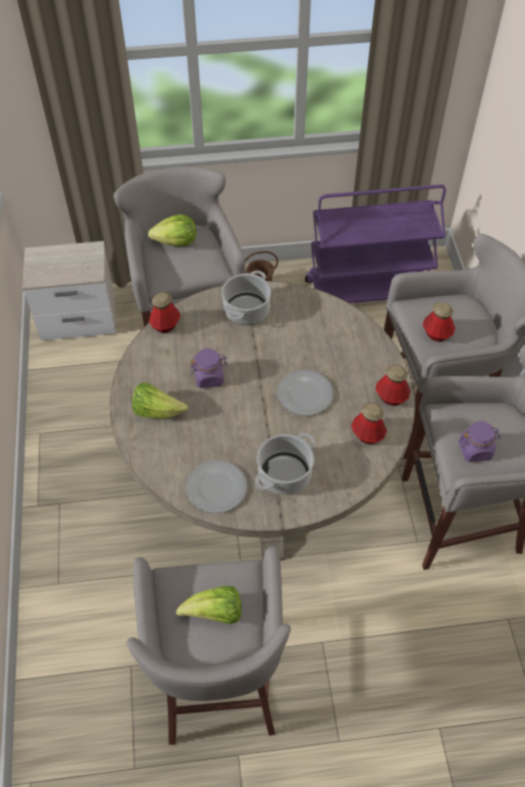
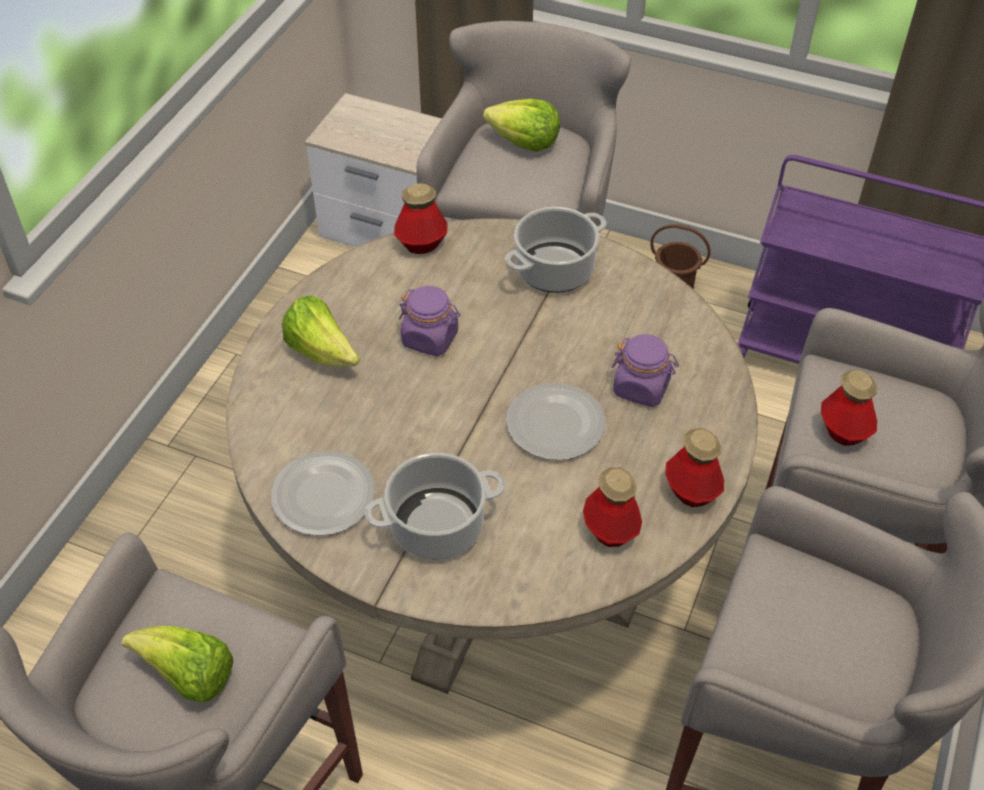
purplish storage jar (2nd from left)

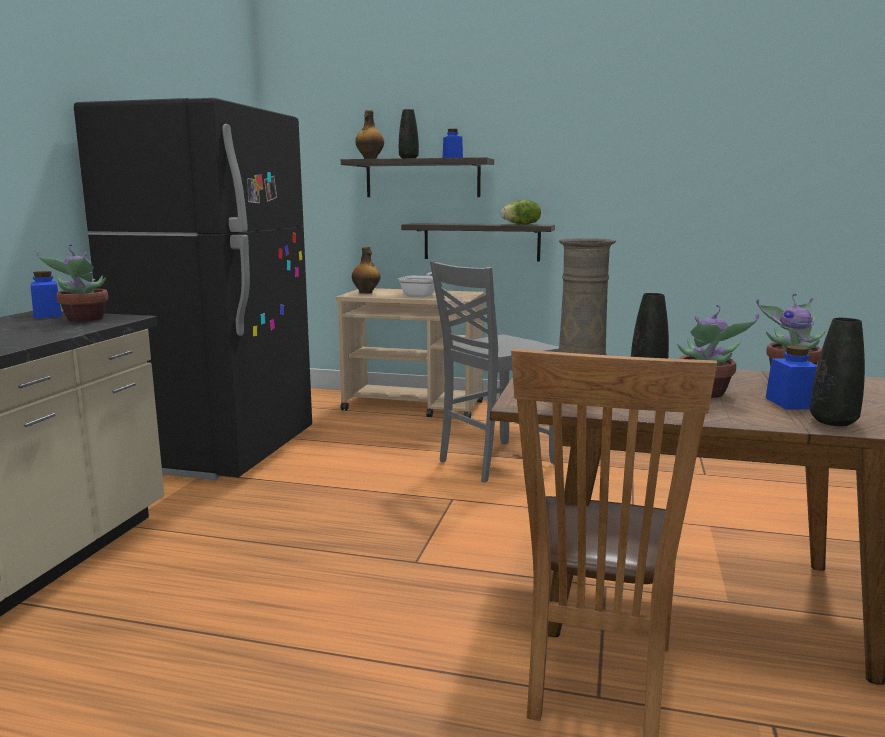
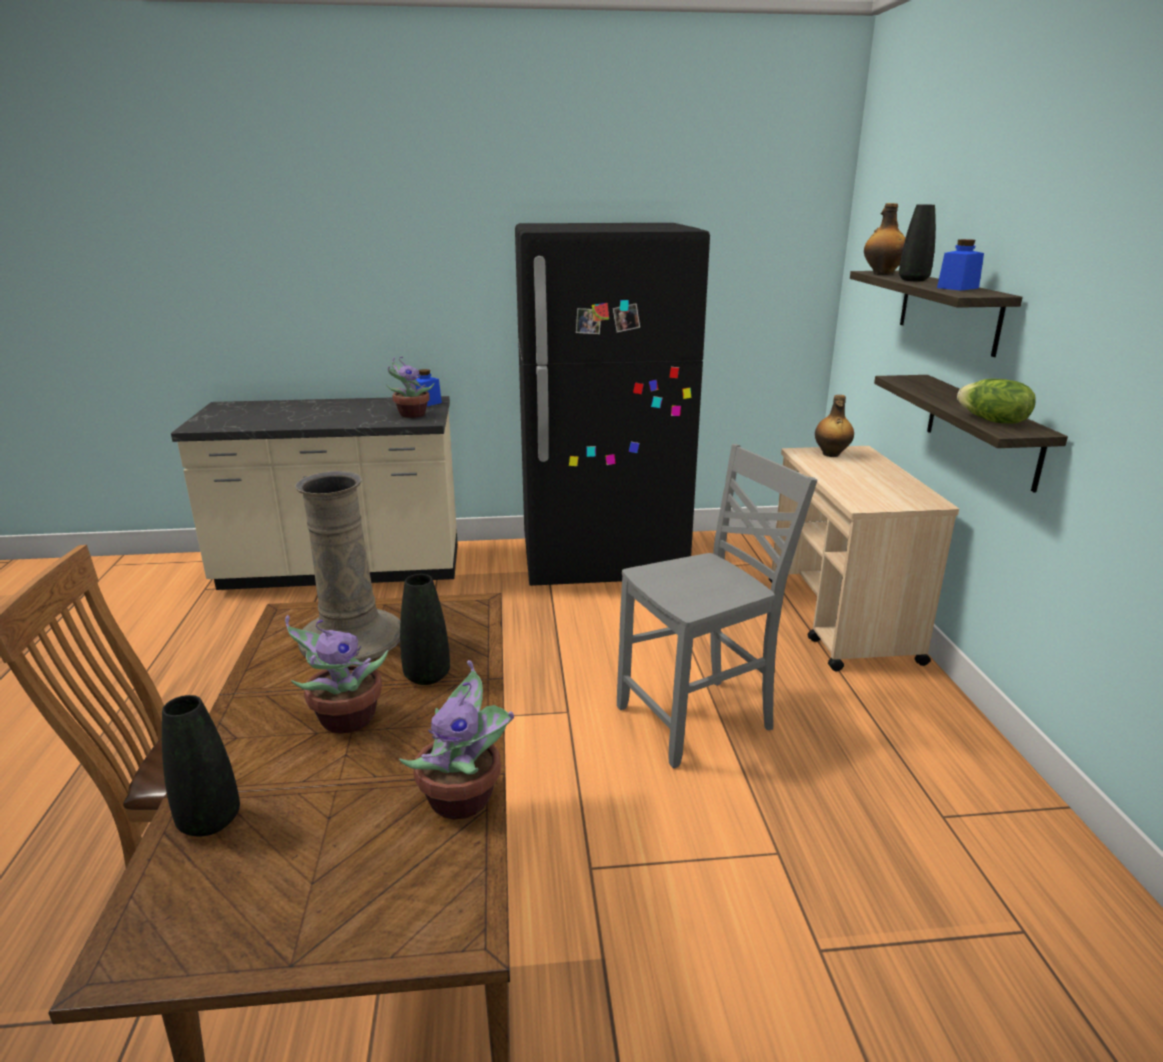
frying pan
grey chair
blue storage jar (3rd from left in the first image)

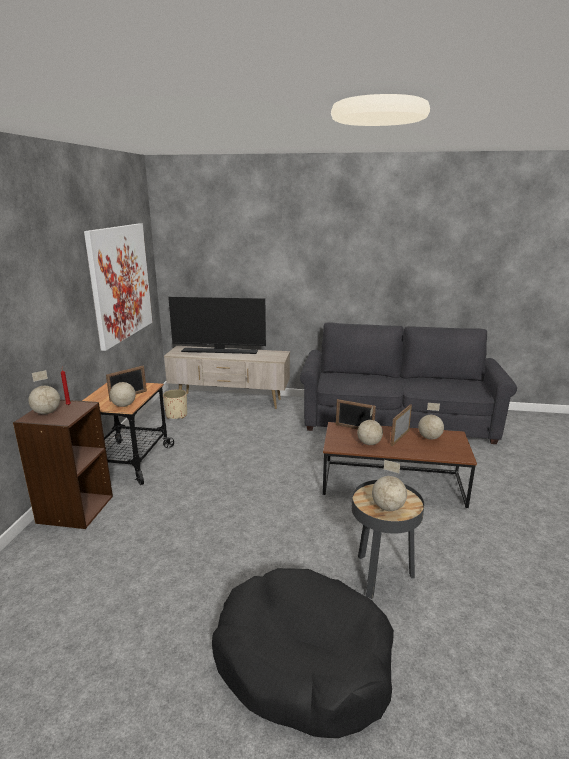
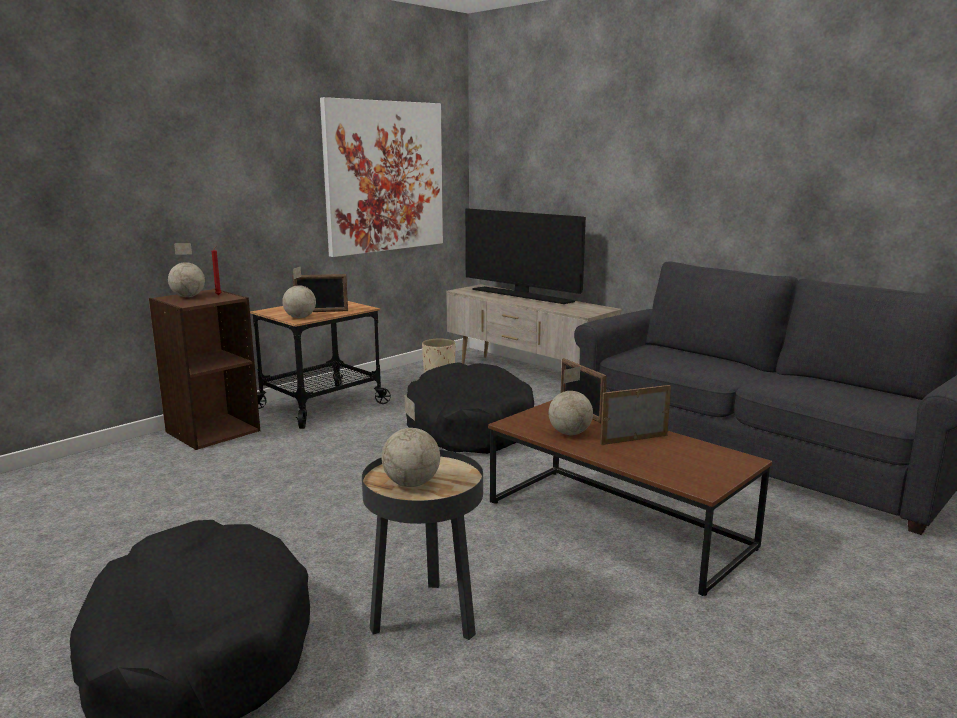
desk globe (5th from left in the first image)
black dog cushion (2nd from left)

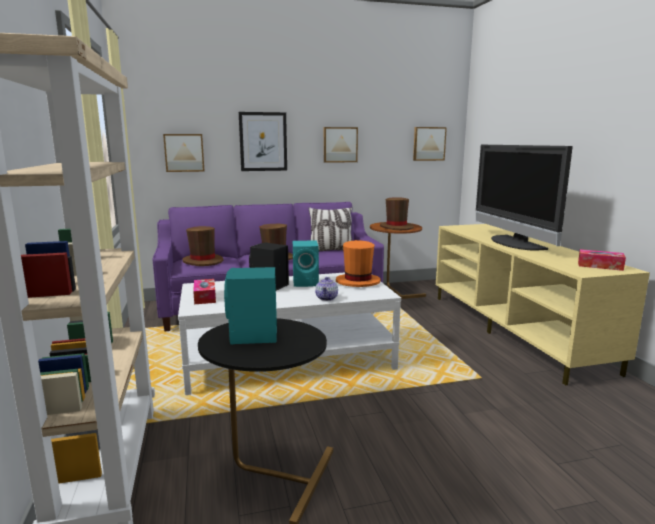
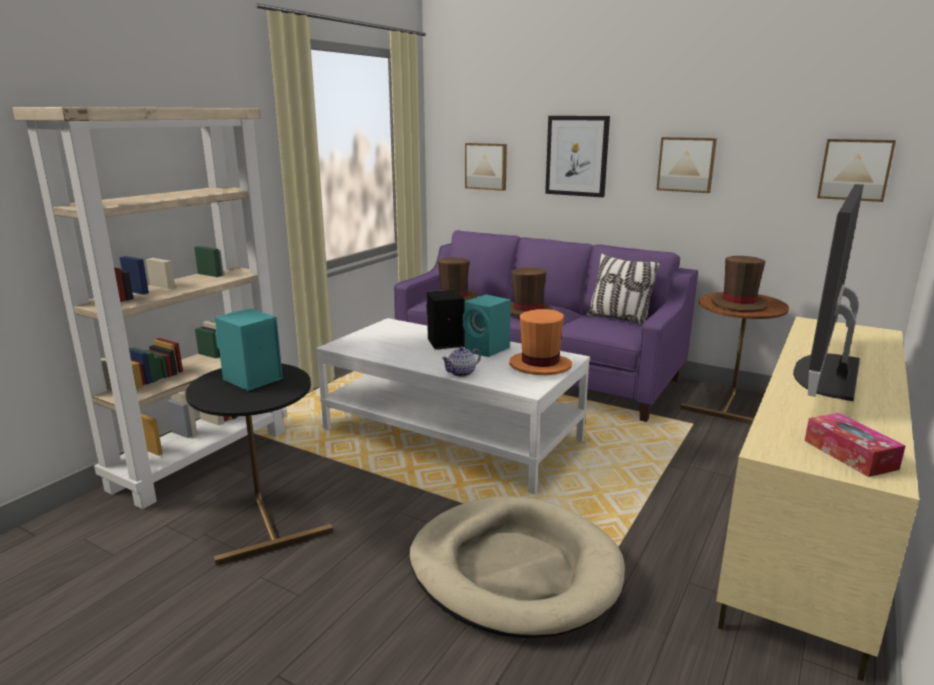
box of tissues (1st from left in the first image)
beige dog cushion

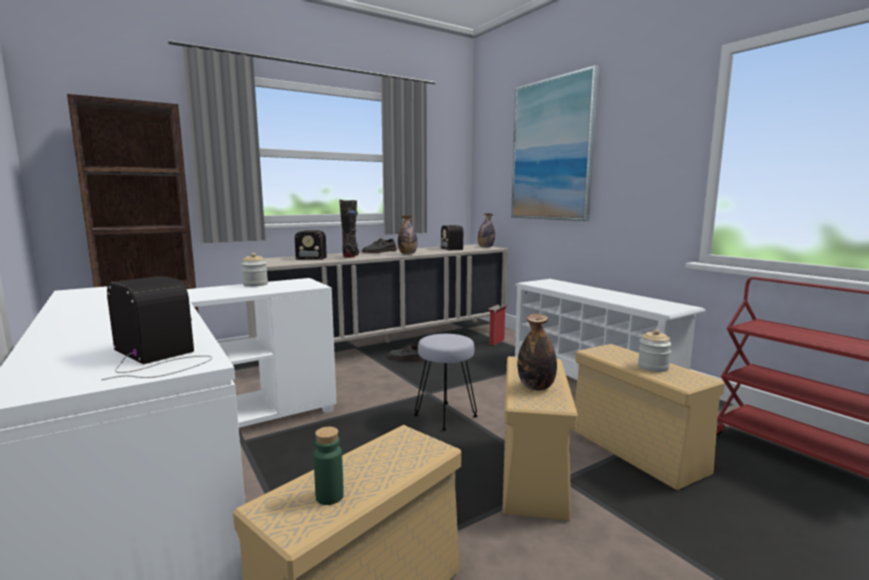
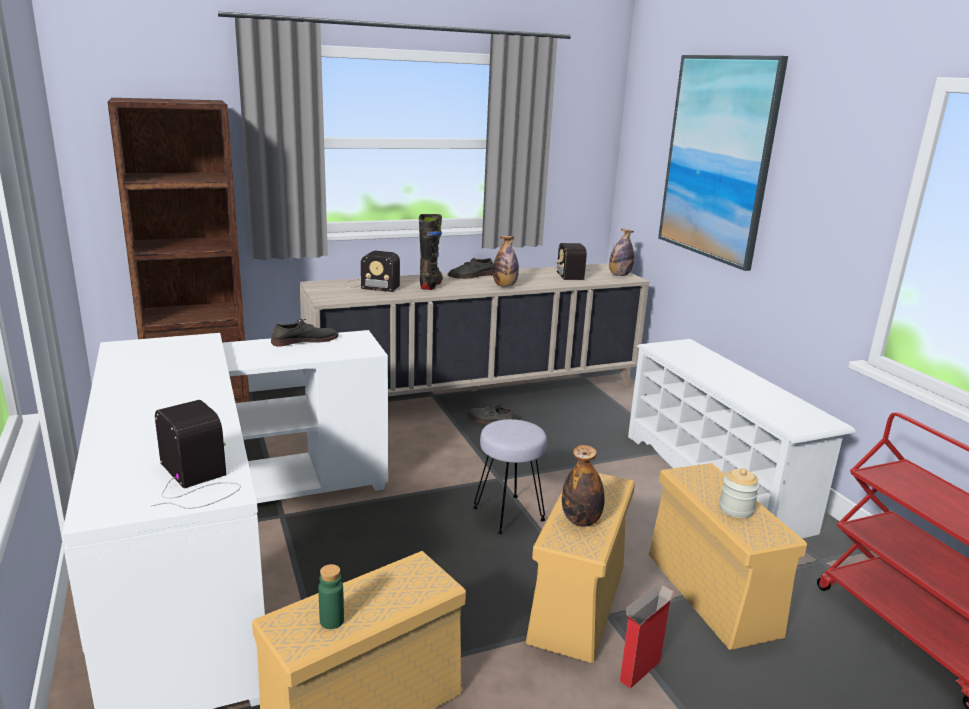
grey shoe (1st from left)
cardboard box

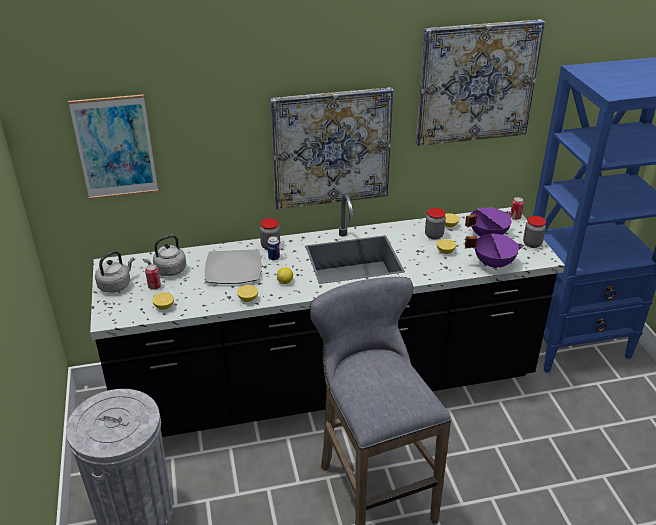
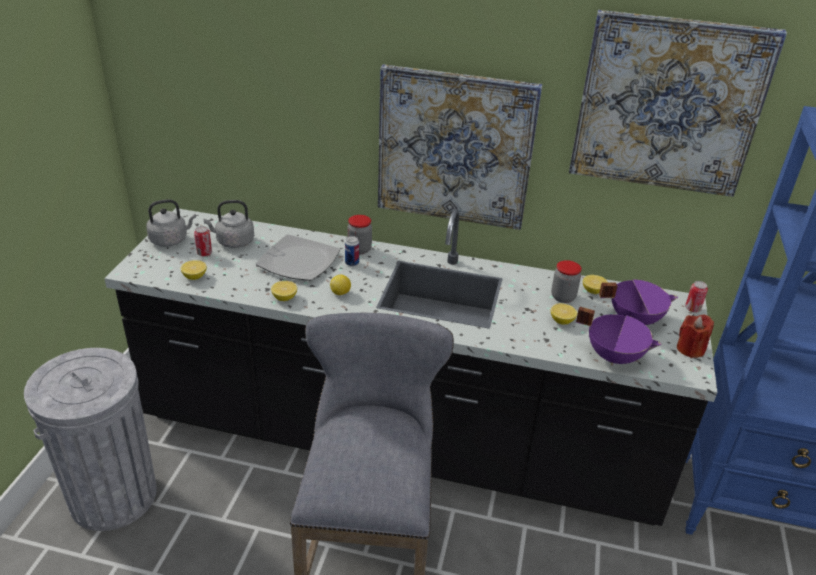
wall art (1st from left in the first image)
red wax light

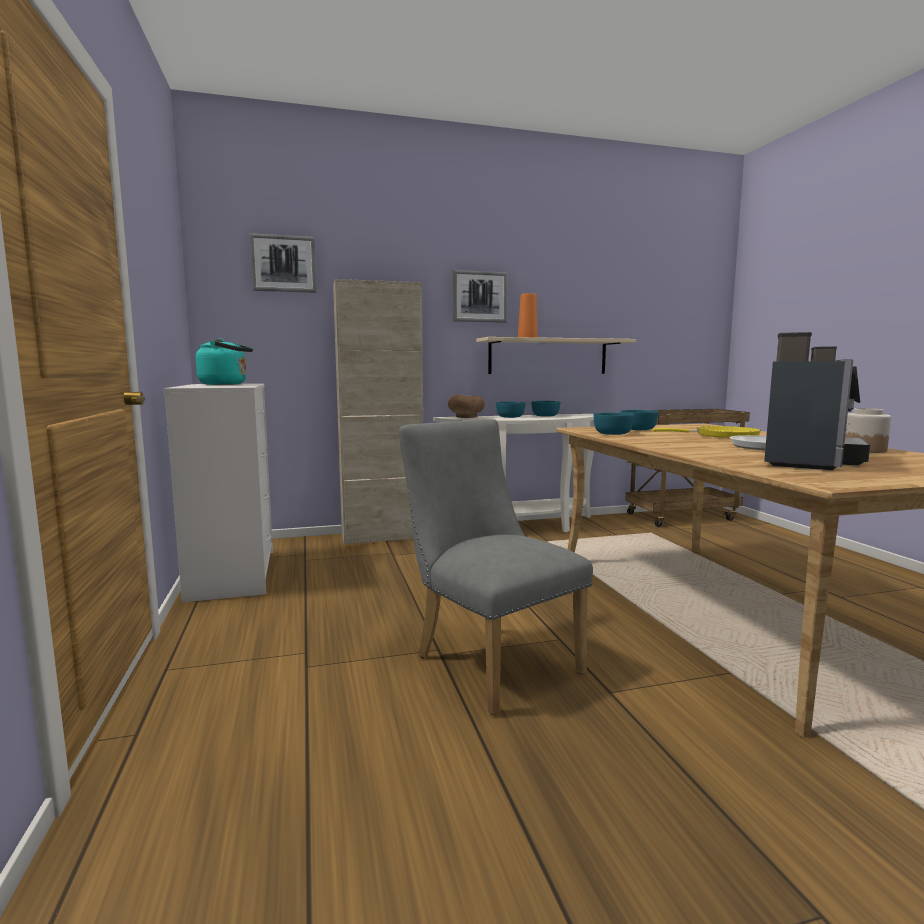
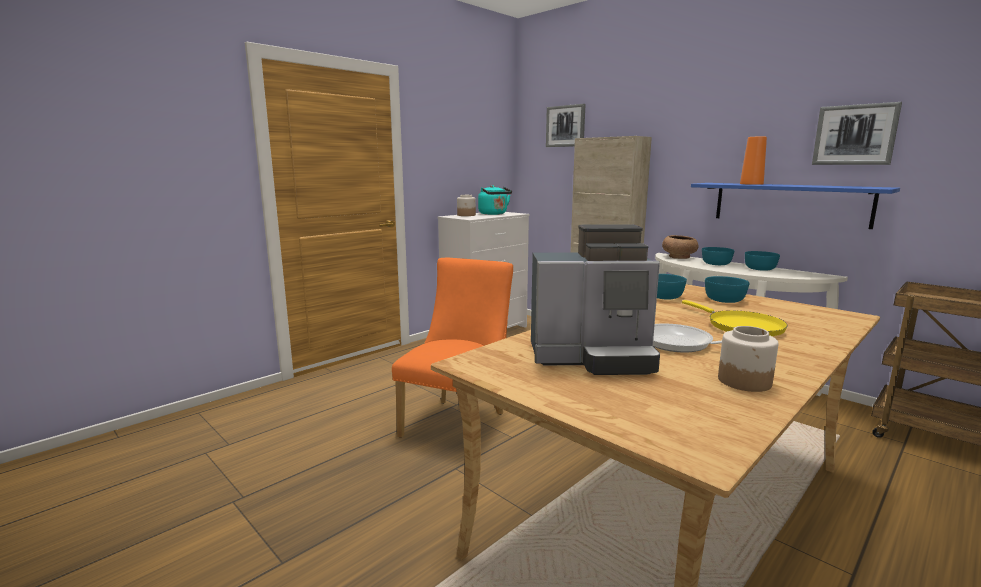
orange-coloured chair
wall art (2nd from left)
blue wall shelf
storage jar (1st from left)

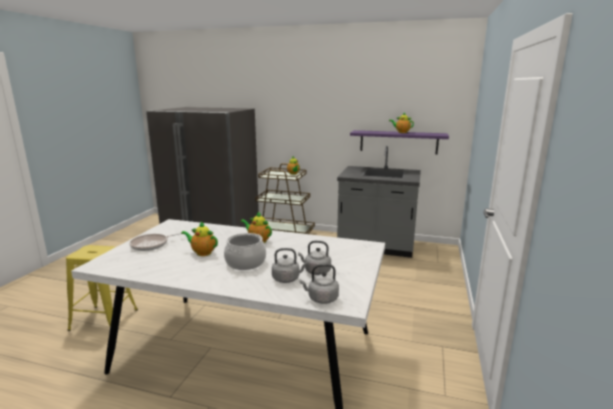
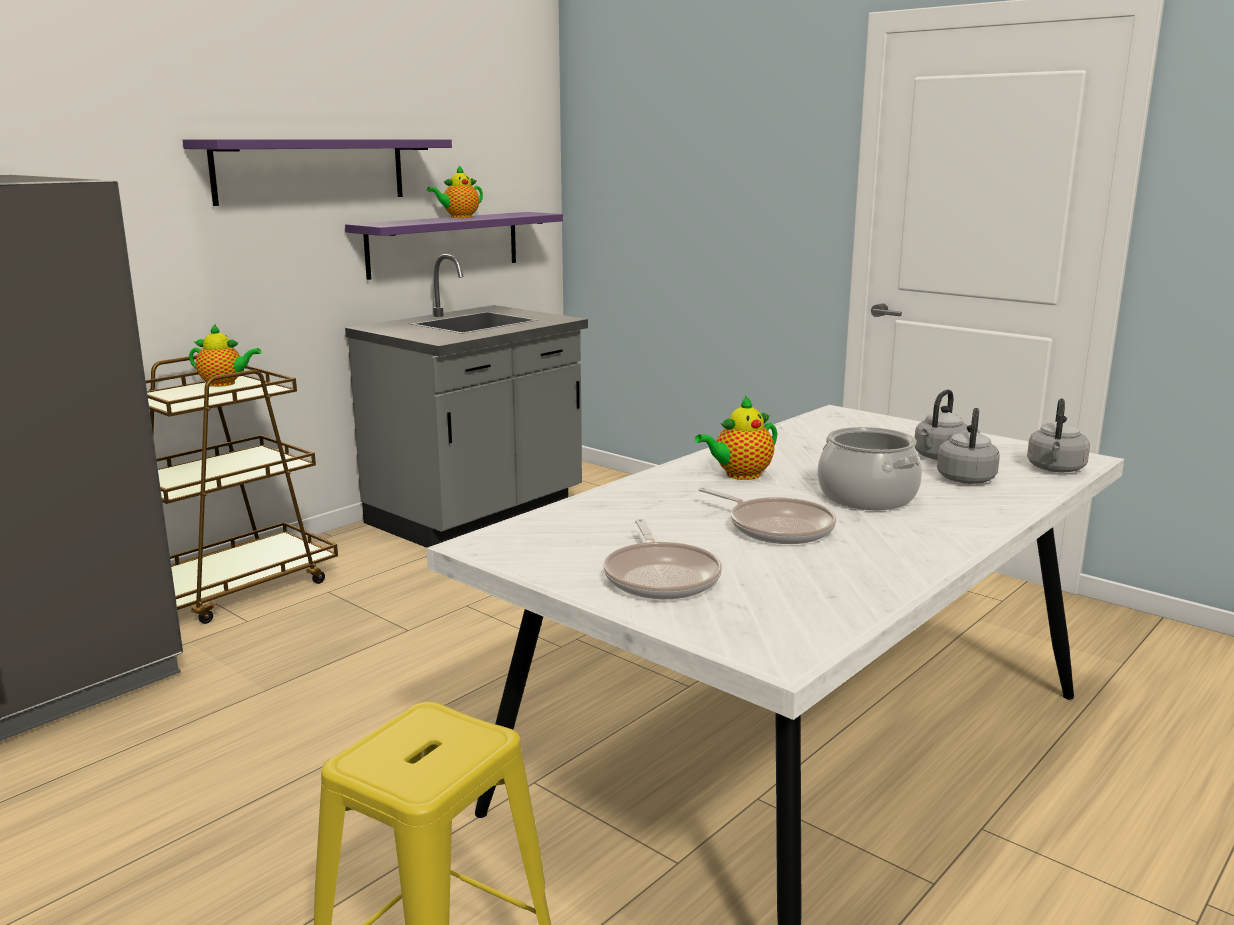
frying pan (2nd from left)
purplish wall shelf (1st from left)

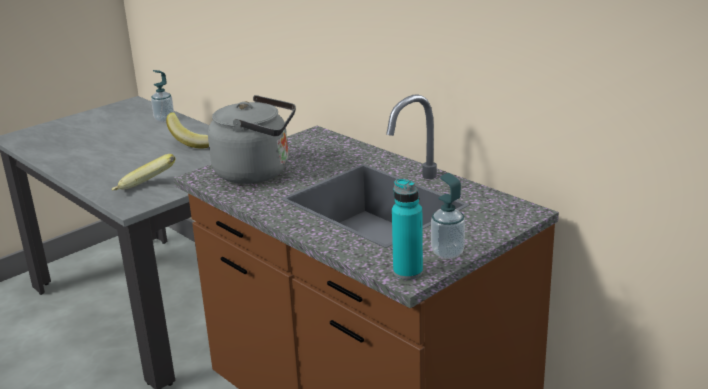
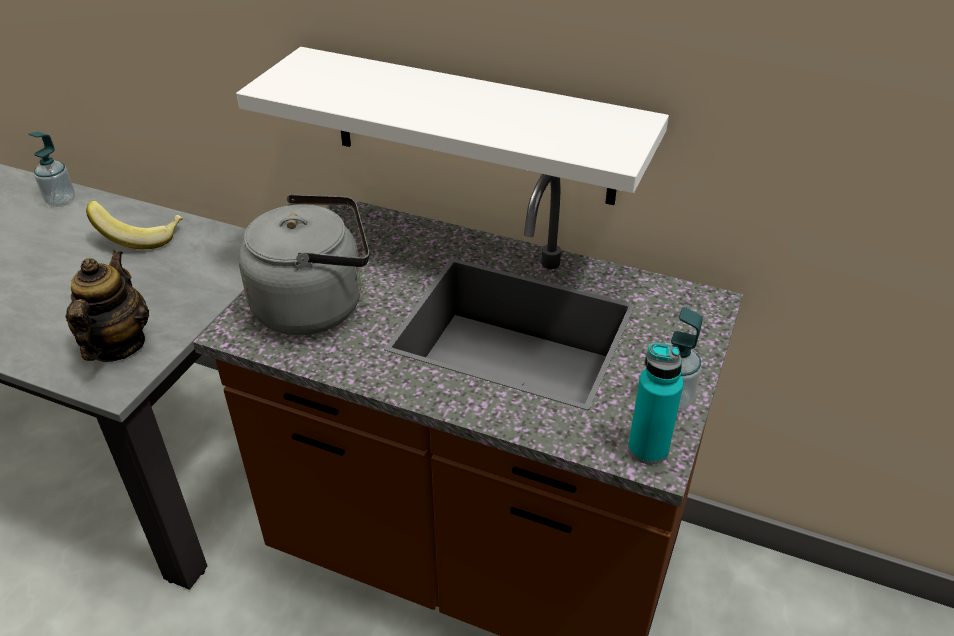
pot for tea
whitish wall shelf

